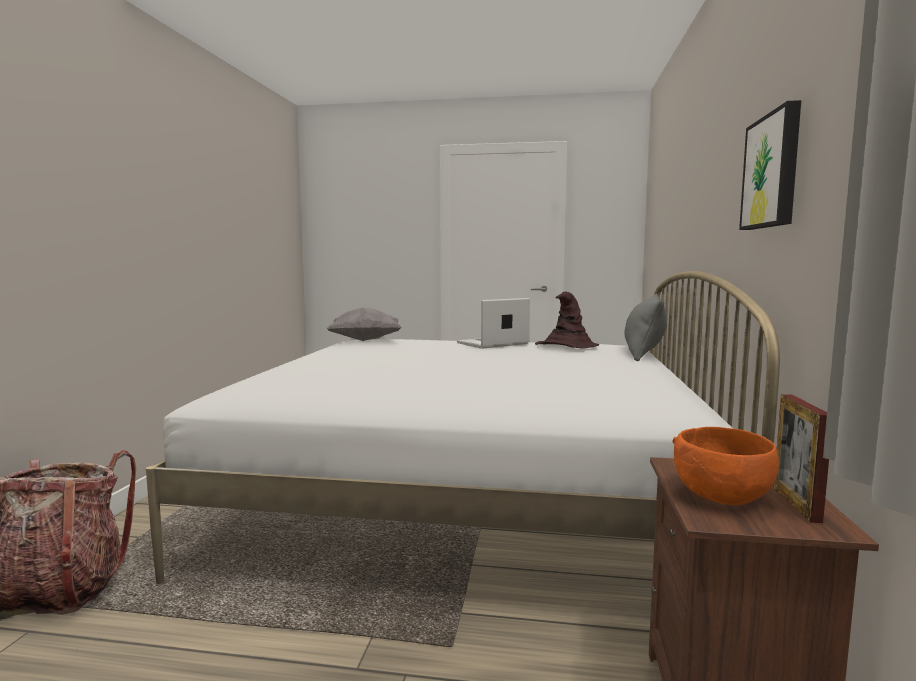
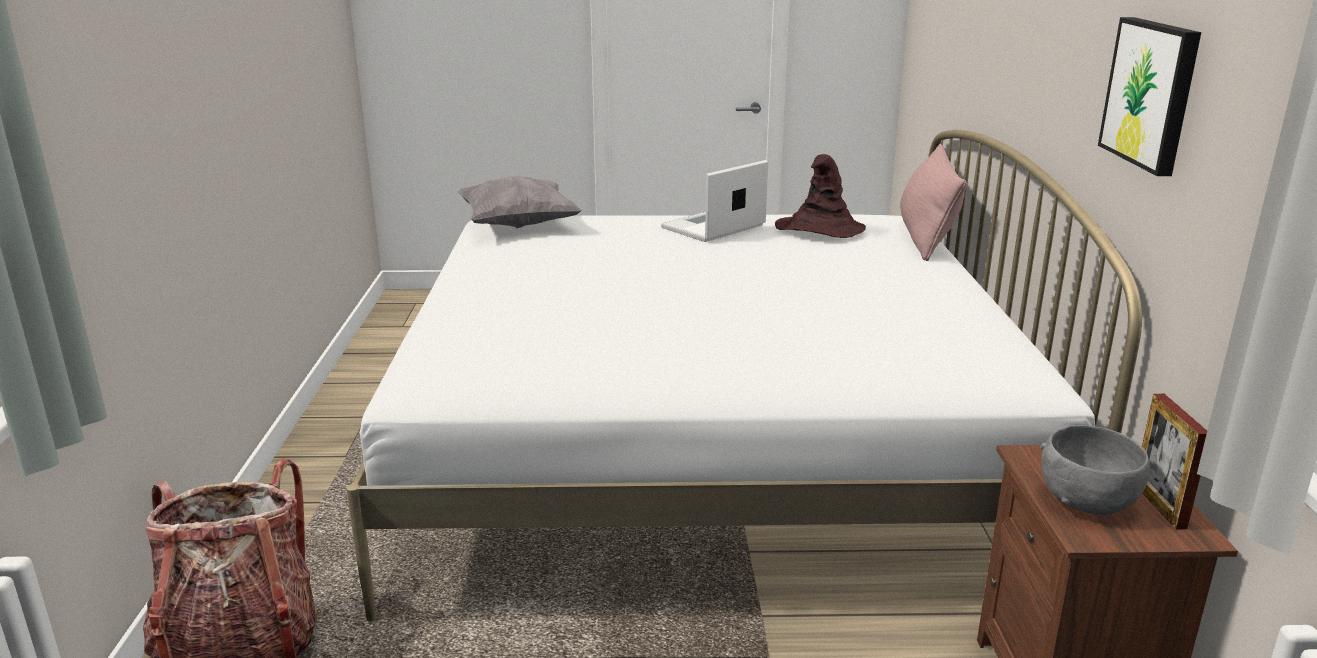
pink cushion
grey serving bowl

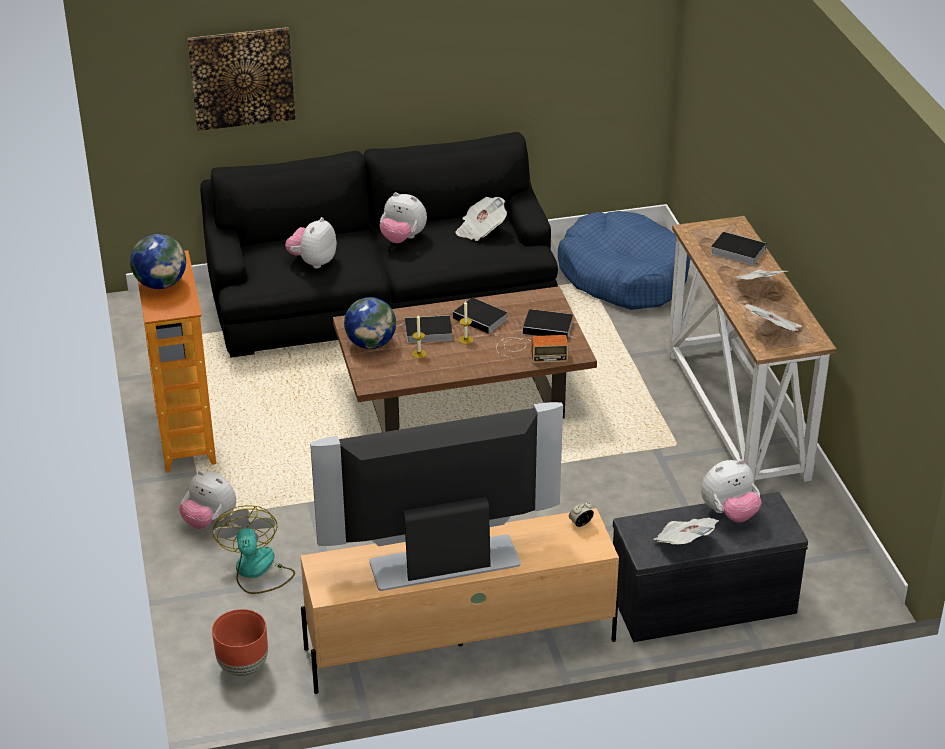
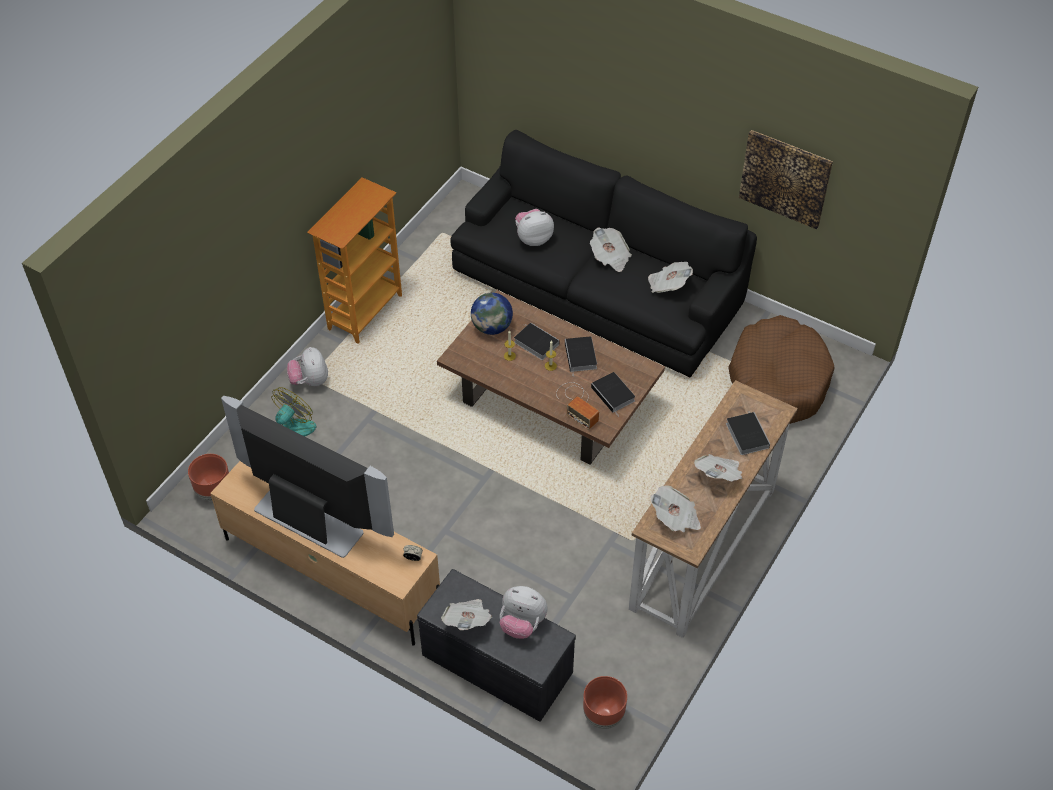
desk globe (1st from left in the first image)
wall art
printed paper (2nd from left)
brown dog cushion
brown planter (2nd from left)

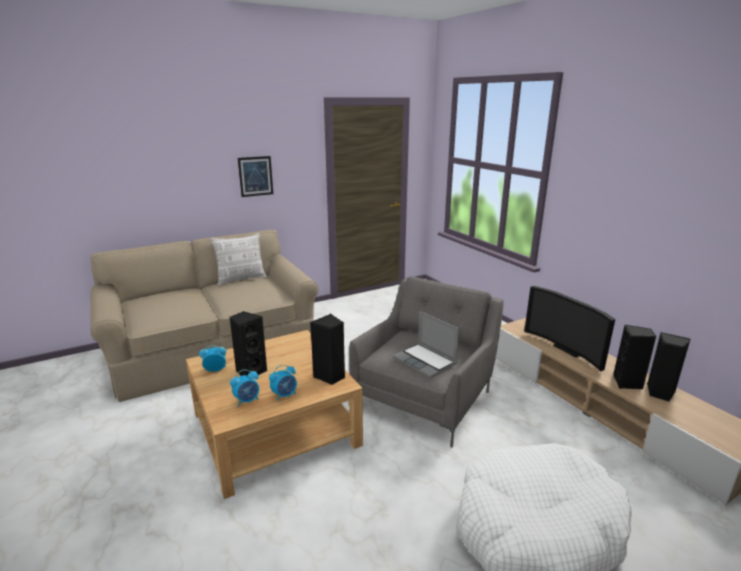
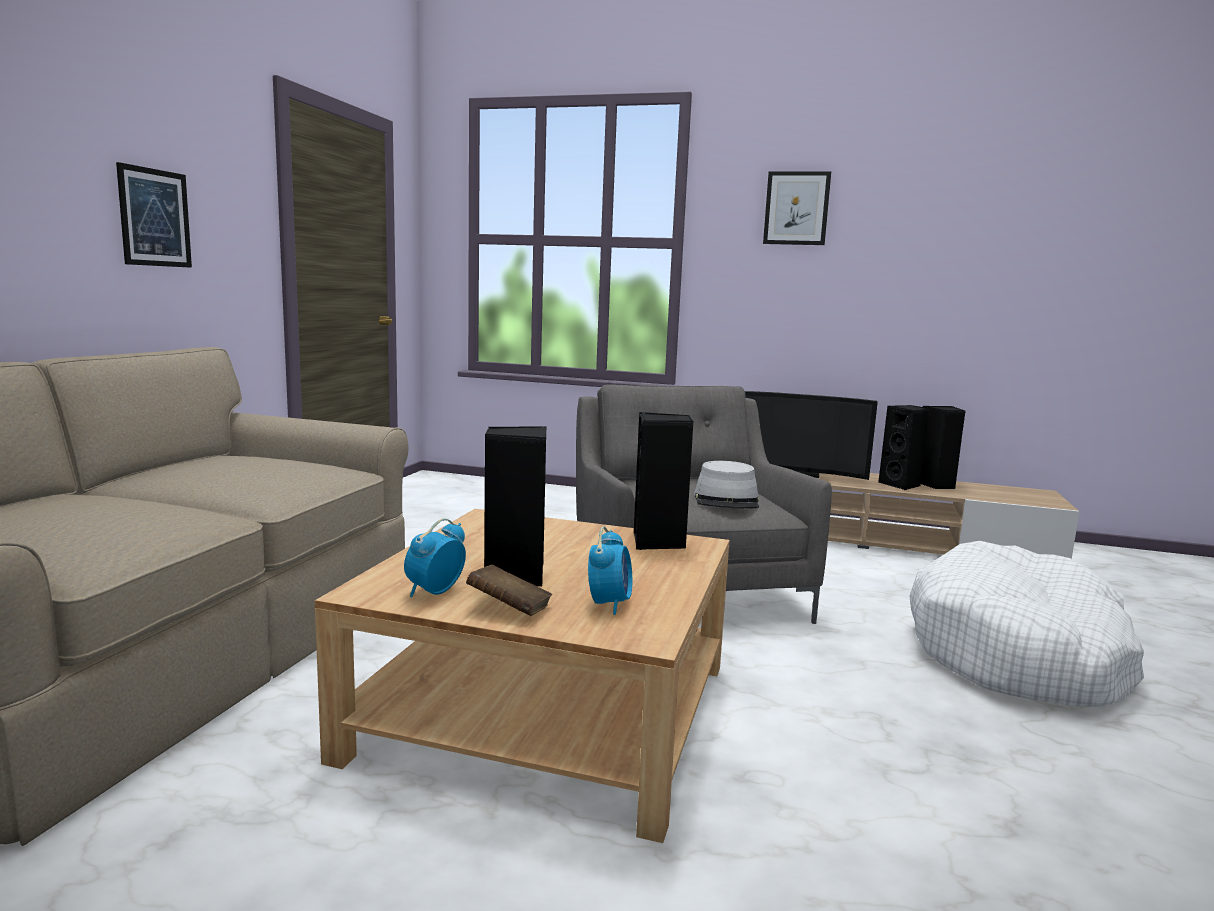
cushion
alarm clock (3rd from left in the first image)
grey hat
brown book
wall art (2nd from left)

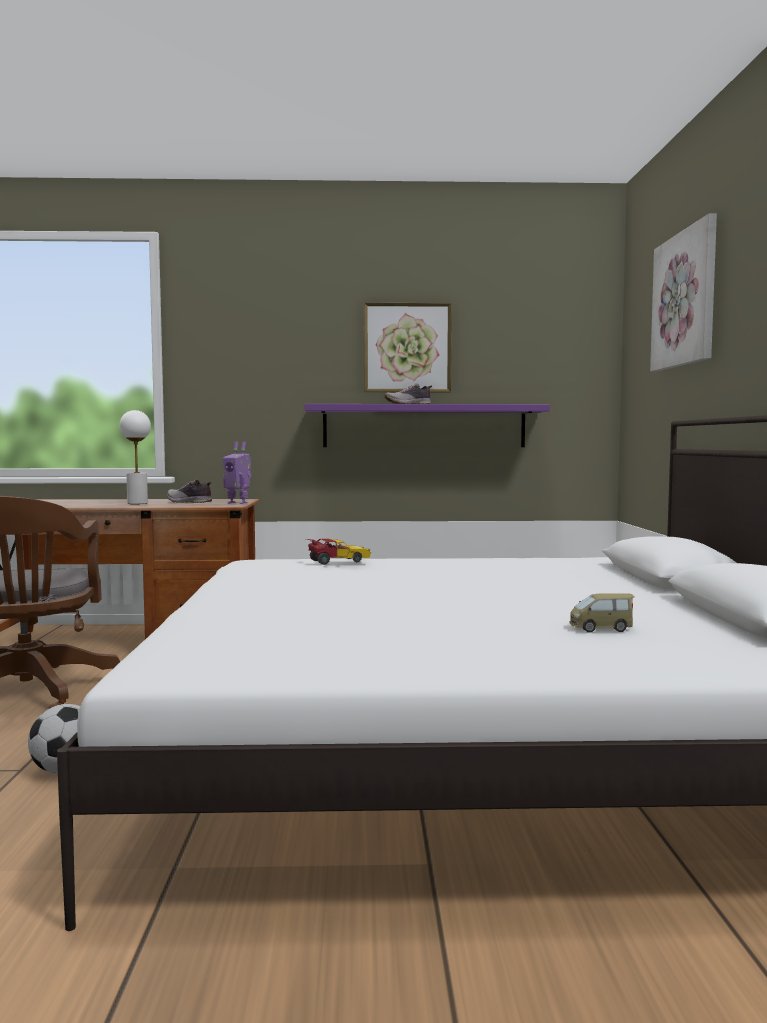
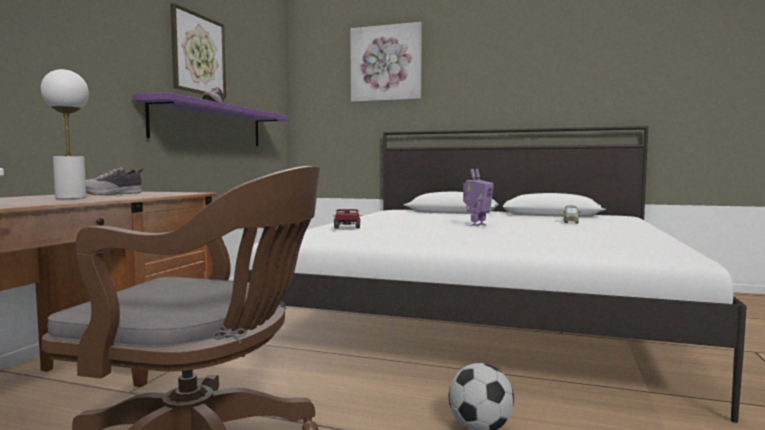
robot figure

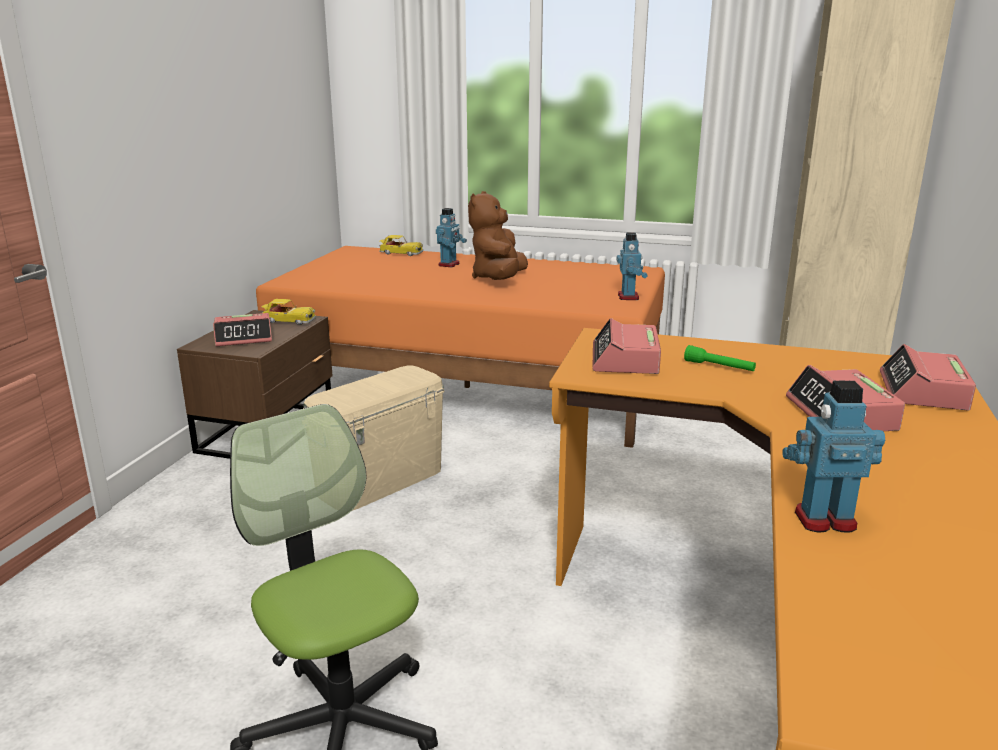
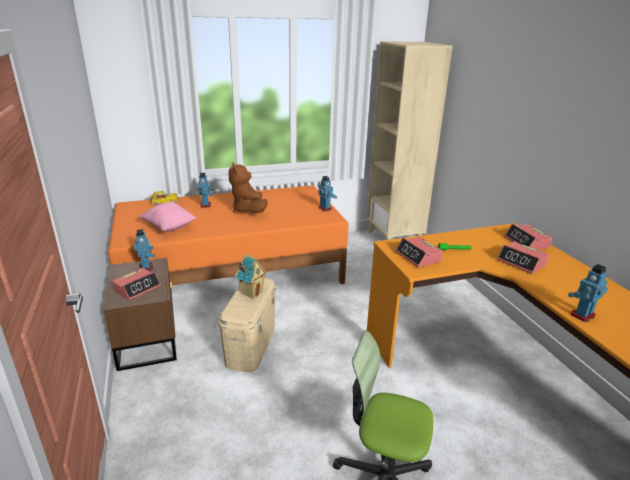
robot figure (1st from left)
pink cushion
miniature house

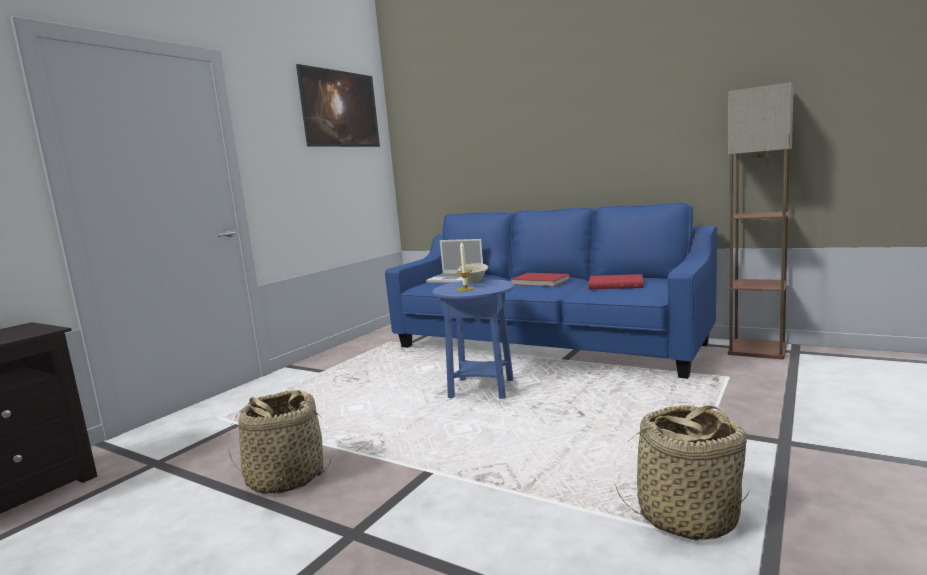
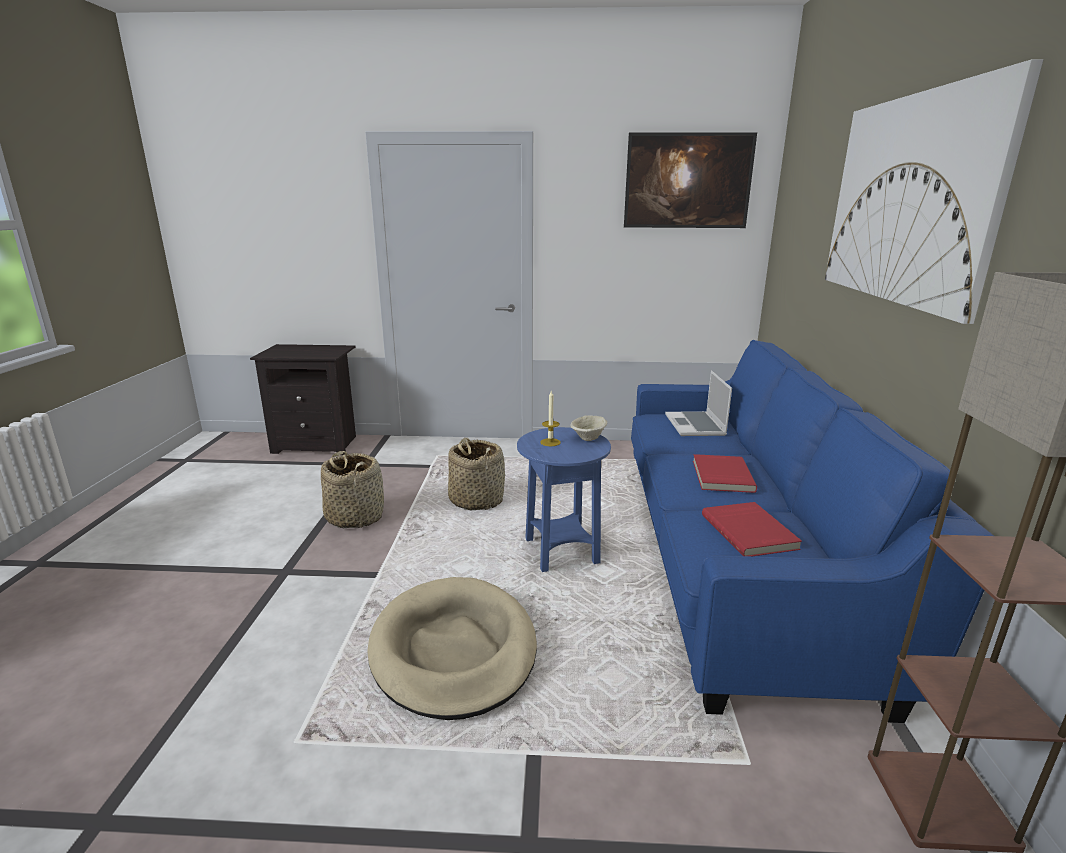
storage basket (2nd from left)
beige dog cushion
wall art (2nd from left)

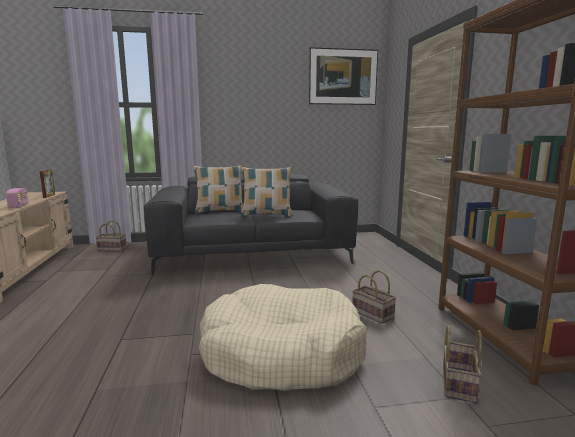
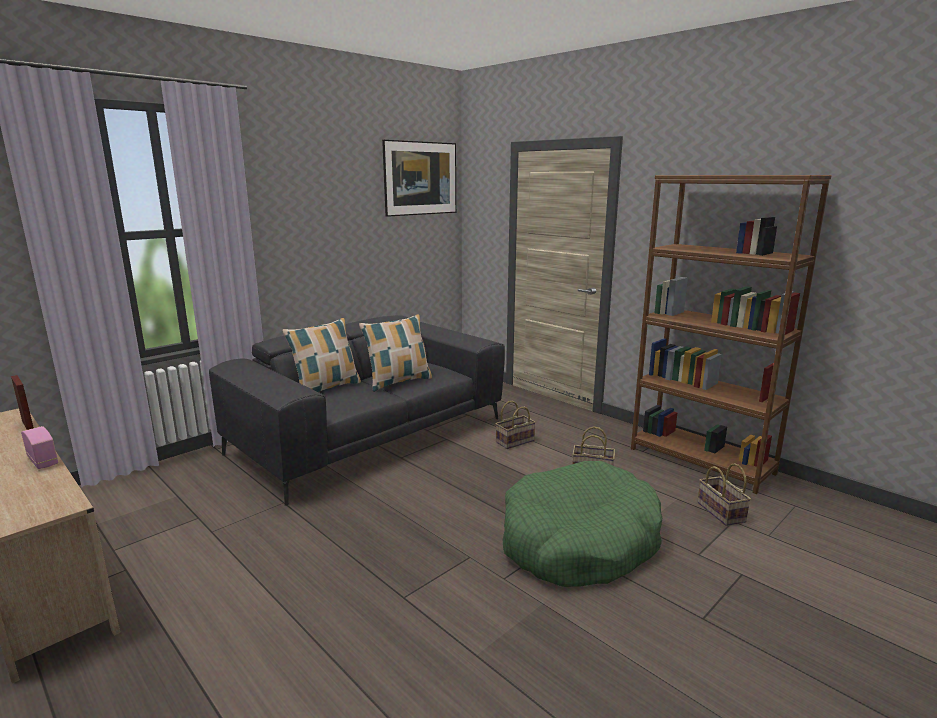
storage basket (1st from left)
greenish dog cushion

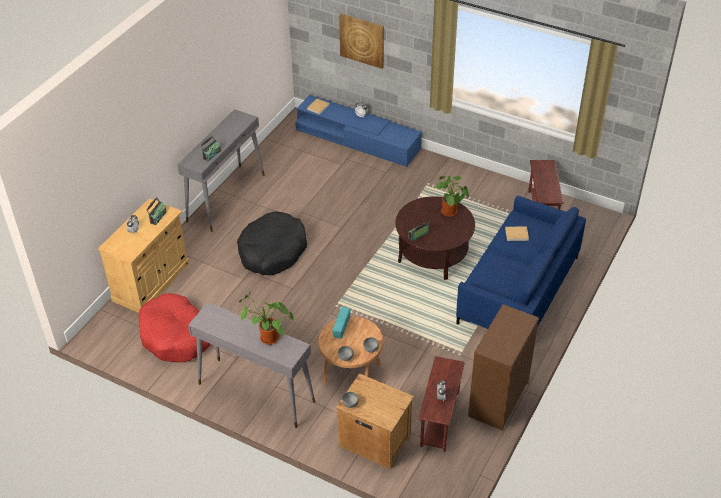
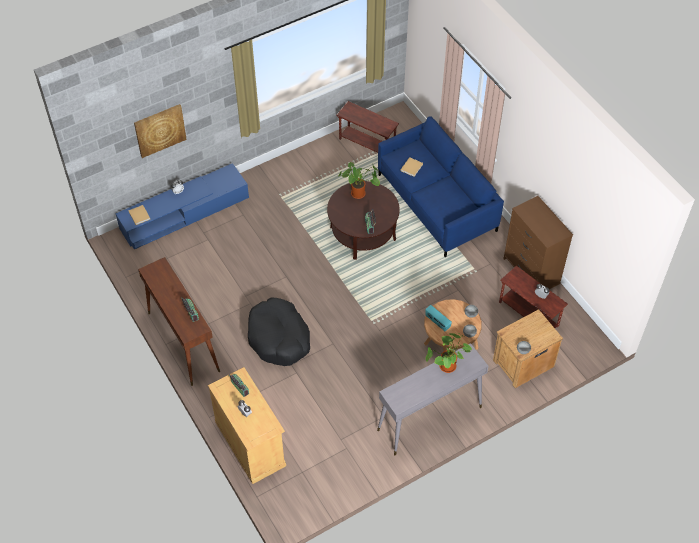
red dog cushion
brown hall table

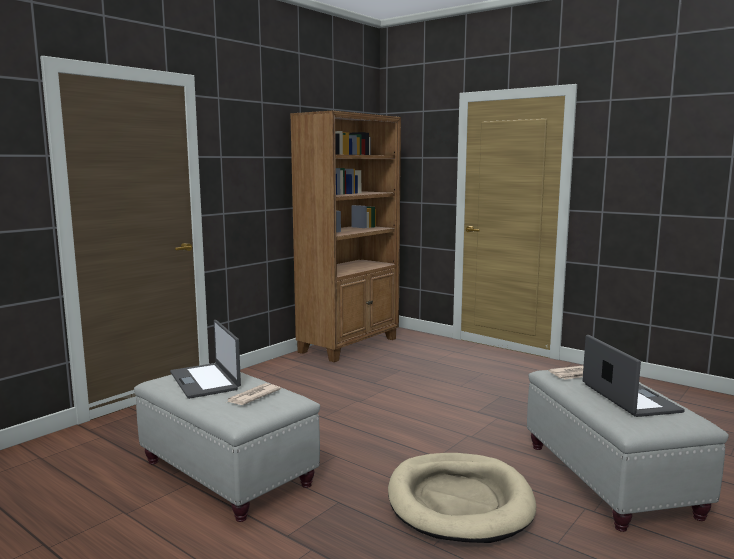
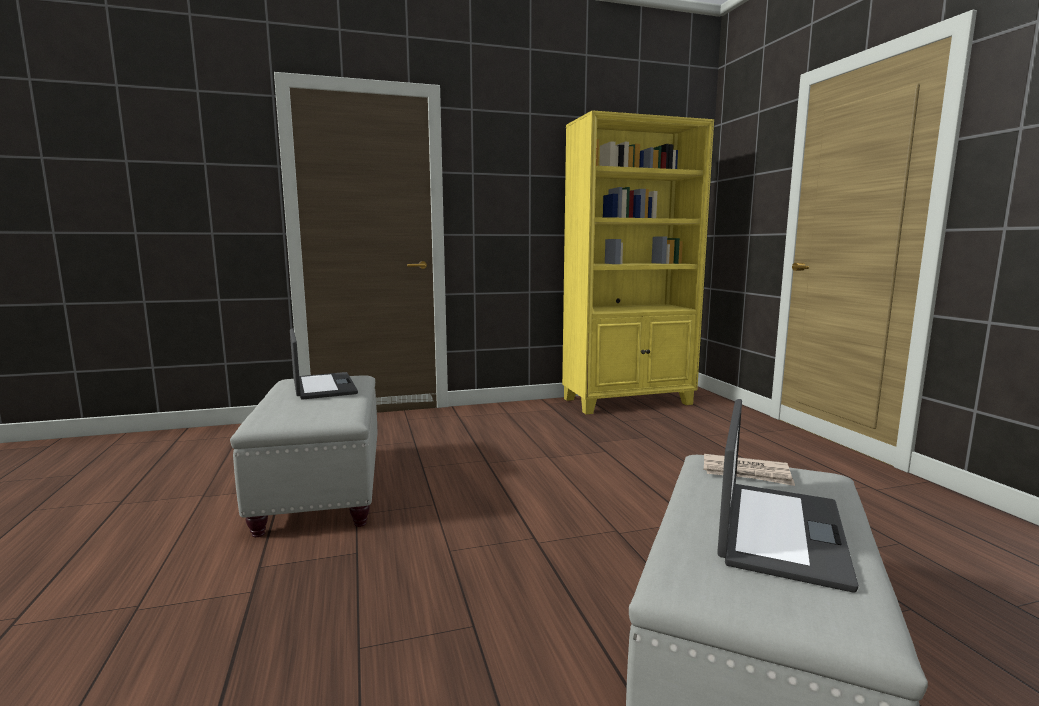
laptop (1st from left)
printed paper (1st from left in the first image)
yellow-coloured bookshelf
beige dog cushion

